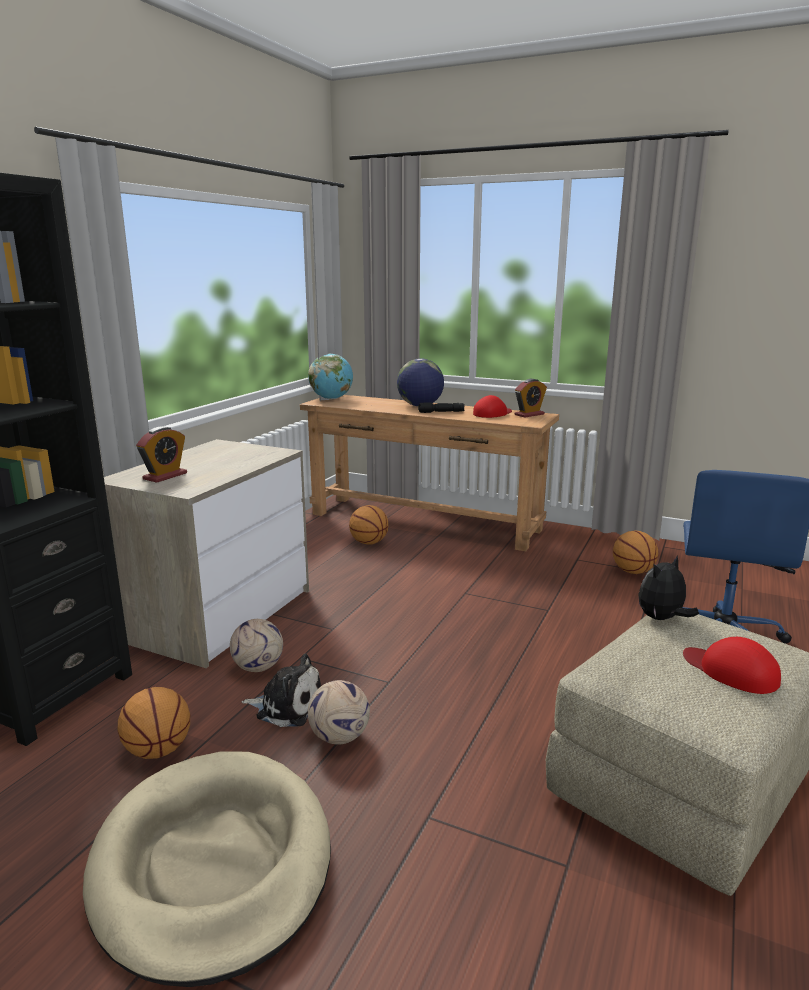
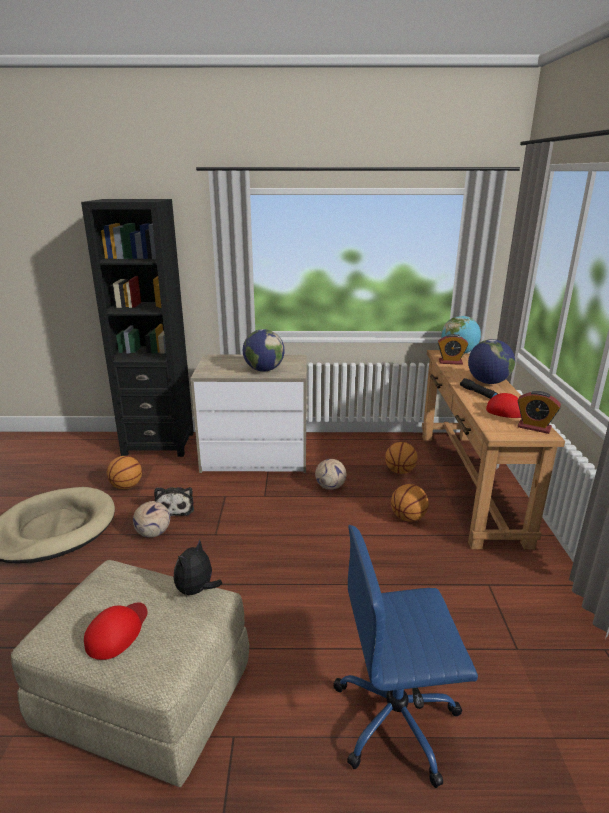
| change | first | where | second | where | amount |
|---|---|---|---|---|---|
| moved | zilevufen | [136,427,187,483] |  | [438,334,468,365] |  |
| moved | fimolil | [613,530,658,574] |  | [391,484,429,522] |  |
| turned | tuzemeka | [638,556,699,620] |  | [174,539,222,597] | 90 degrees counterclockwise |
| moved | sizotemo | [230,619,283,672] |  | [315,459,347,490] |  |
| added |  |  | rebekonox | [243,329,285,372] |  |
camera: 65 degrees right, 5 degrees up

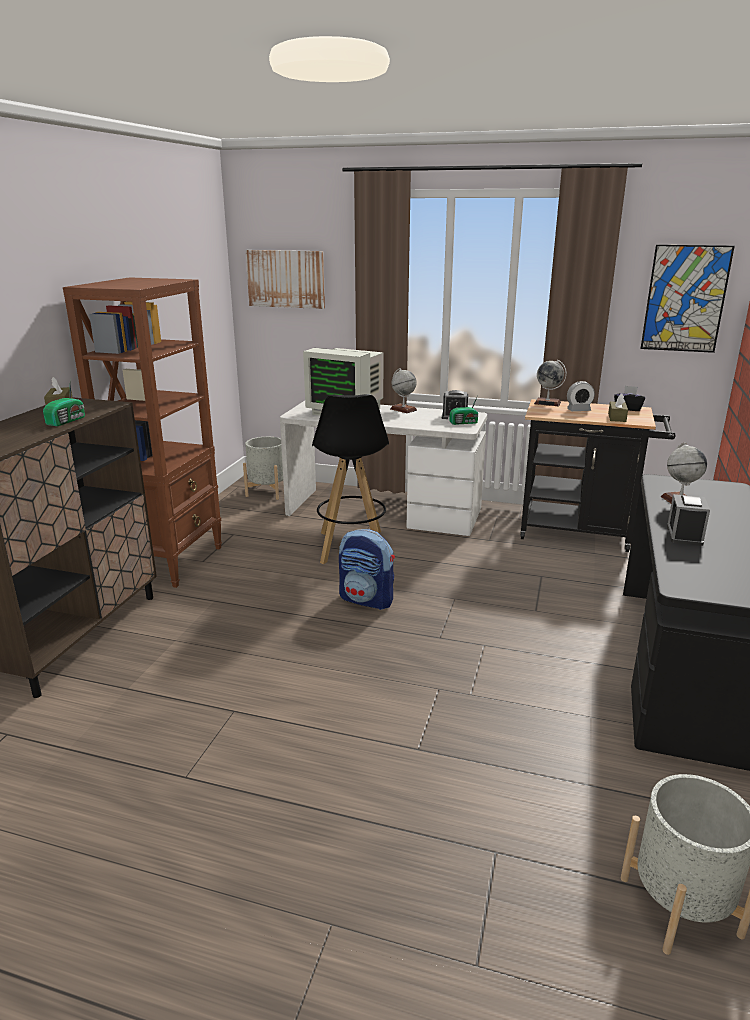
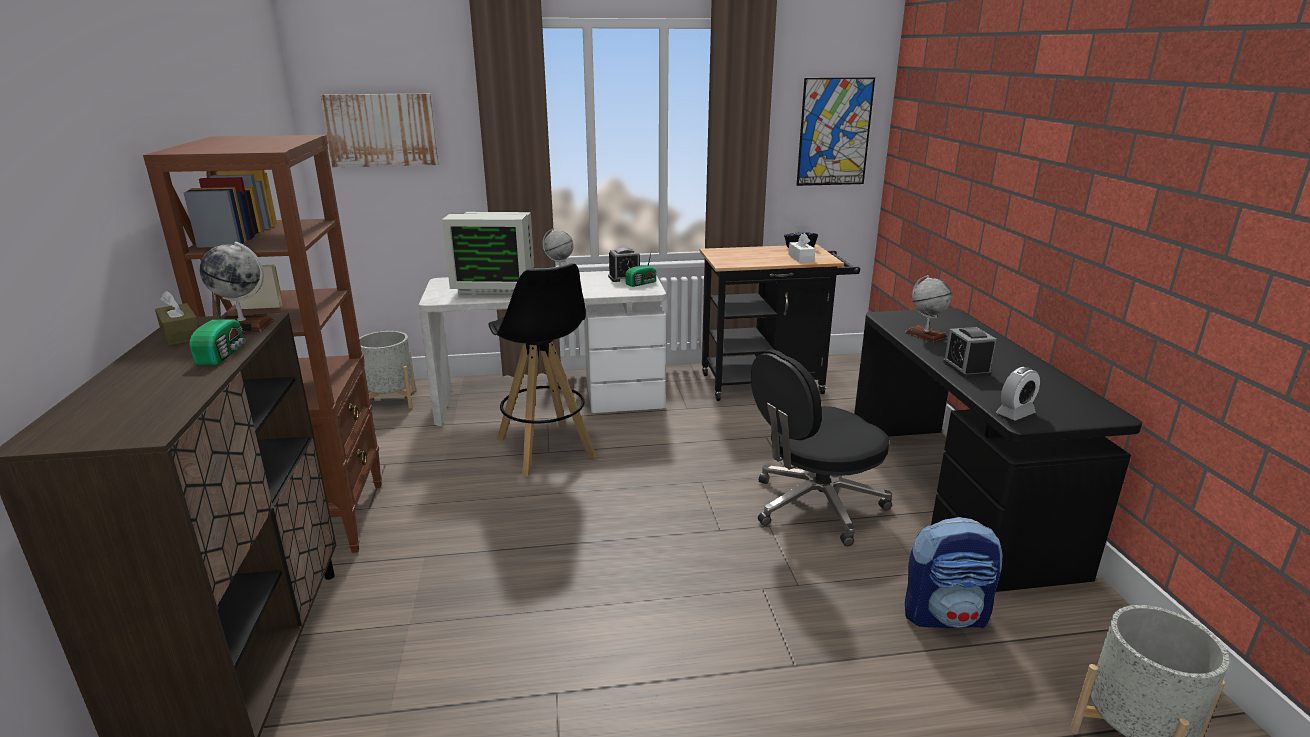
| change | first | where | second | where | amount |
|---|---|---|---|---|---|
| moved | rebekonox | [534,360,567,406] |  | [199,242,274,332] |  |
| moved | zilevufen | [567,381,595,411] |  | [996,367,1040,420] |  |
| recoloured | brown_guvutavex | [608,394,628,422] | white_guvutavex | [788,233,815,263] |  |
| moved | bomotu | [339,529,395,610] |  | [905,517,1003,629] |  |
| added |  |  | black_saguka | [751,349,892,546] |  |
camera: 25 degrees left, 0 degrees up

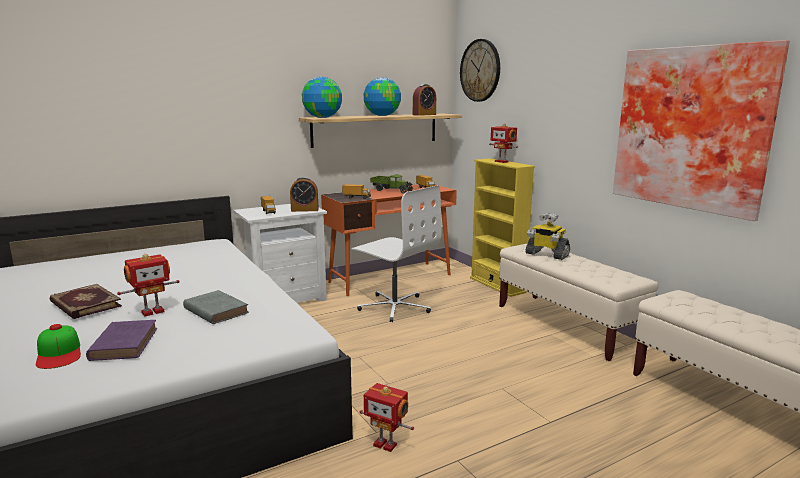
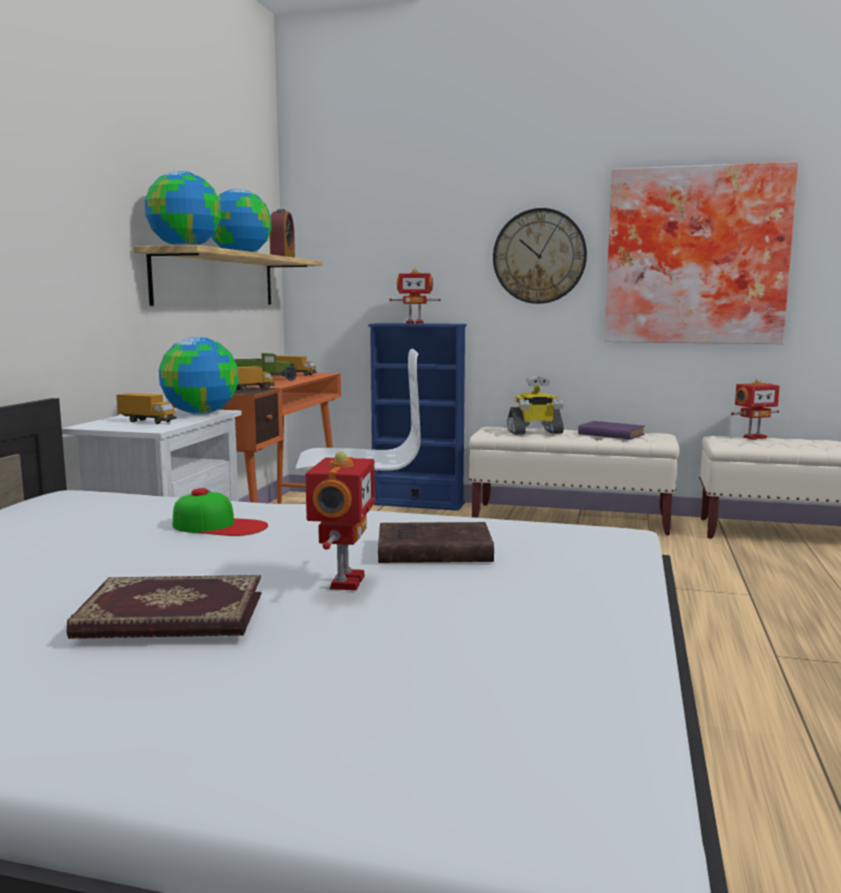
| change | first | where | second | where | amount |
|---|---|---|---|---|---|
| moved | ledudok | [460,39,500,102] |  | [493,208,587,304] |  |
| recoloured | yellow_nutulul | [470,158,535,297] | blue_nutulul | [368,323,467,511] |  |
| replaced | zilevufen | [290,177,319,212] | rebekonox | [159,337,238,415] |  |
| recoloured | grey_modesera | [183,290,249,324] | brown_modesera | [378,522,494,563] |  |
| moved | purple_modesera | [86,320,157,361] |  | [578,421,645,440] |  |
| moved | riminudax | [36,324,81,369] |  | [173,488,268,536] |  |
| moved | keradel | [360,383,414,452] |  | [731,379,780,439] |  |
camera: 45 degrees left, 5 degrees down

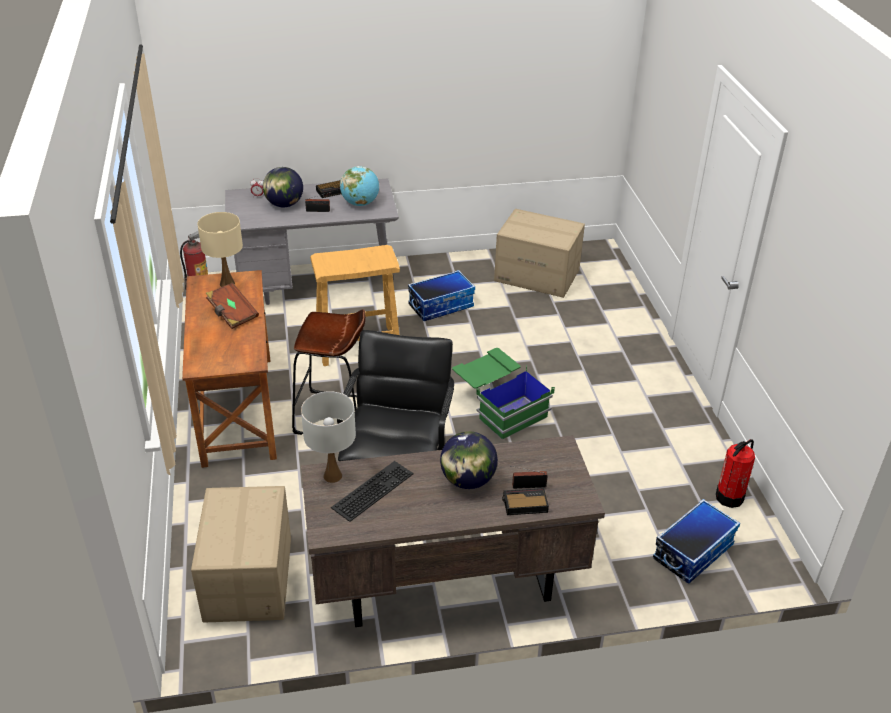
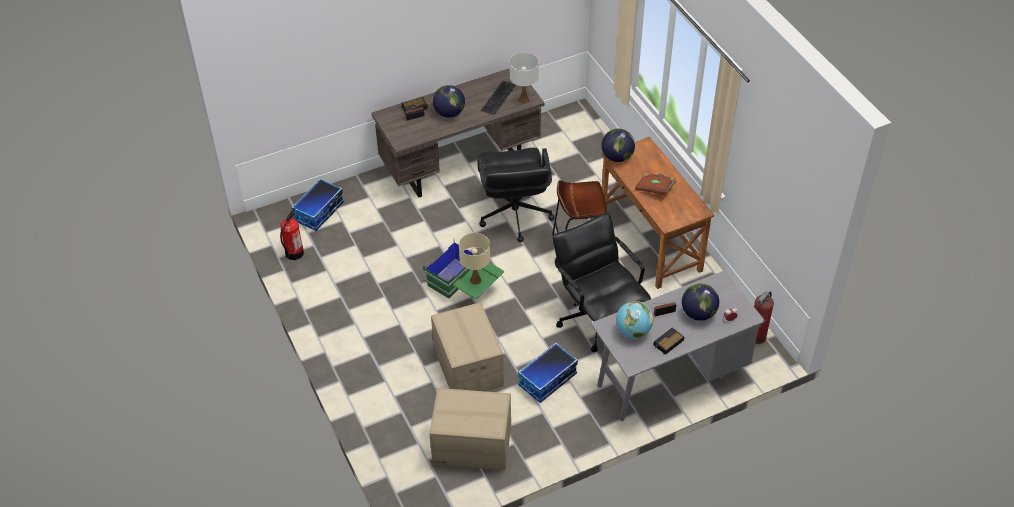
| change | first | where | second | where | amount |
|---|---|---|---|---|---|
| moved | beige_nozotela | [197,212,243,287] |  | [459,233,490,285] |  |
| replaced | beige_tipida | [310,245,400,366] | black_saguka | [552,212,651,352] |  |
| moved | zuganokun | [191,486,291,623] |  | [431,302,504,391] |  |
| added |  |  | rebekonox | [602,129,635,162] |  |
camera: 165 degrees right, 10 degrees up

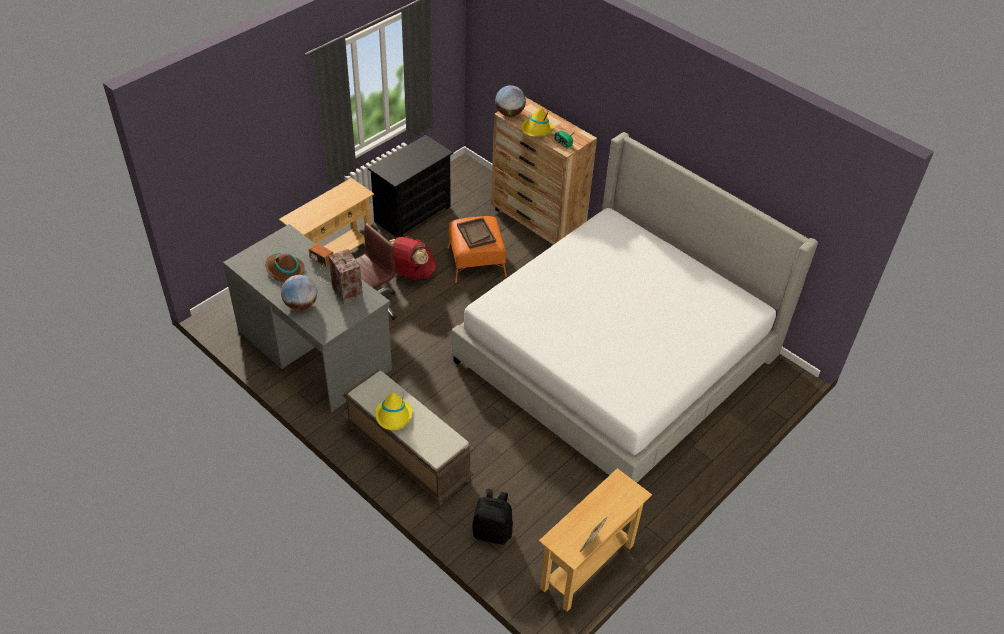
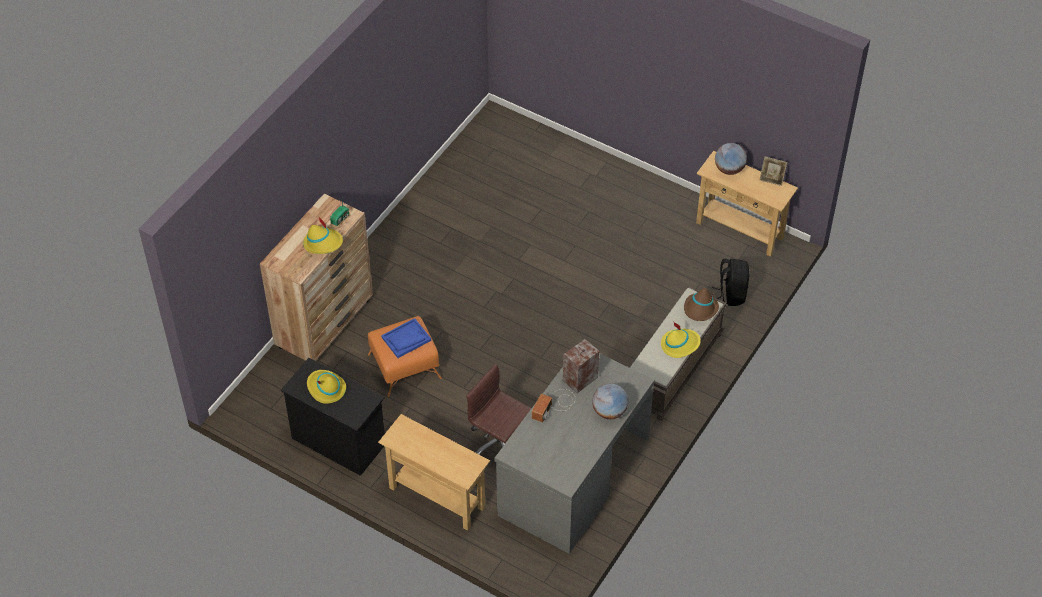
| change | first | where | second | where | amount |
|---|---|---|---|---|---|
| moved | rebekonox | [495,85,526,117] |  | [715,143,747,175] |  |
| removed | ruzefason | [452,132,818,483] |  |  |  |
| recoloured | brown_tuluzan | [457,217,496,249] | blue_tuluzan | [381,318,431,358] |  |
| removed | red_bomotu | [389,236,437,280] |  |  |  |
| moved | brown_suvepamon | [265,253,305,282] |  | [684,288,719,321] |  |
| added |  |  | yellow_suvepamon | [307,370,346,404] |  |
camera: 100 degrees left, 5 degrees up

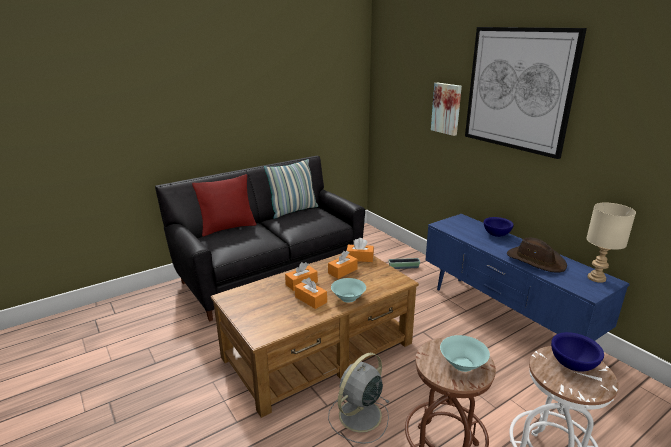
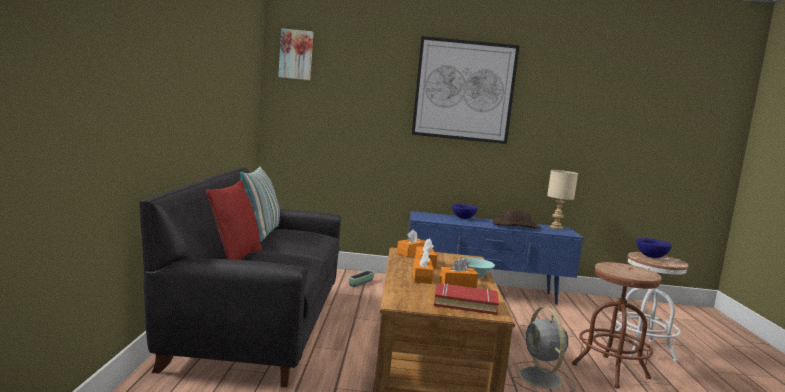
| change | first | where | second | where | amount |
|---|---|---|---|---|---|
| moved | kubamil | [431,83,462,136] |  | [278,28,314,80] |  |
| removed | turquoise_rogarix | [440,335,490,372] |  |  |  |
| added |  |  | red_modesera | [434,283,499,315] |  |
camera: 55 degrees left, 15 degrees down

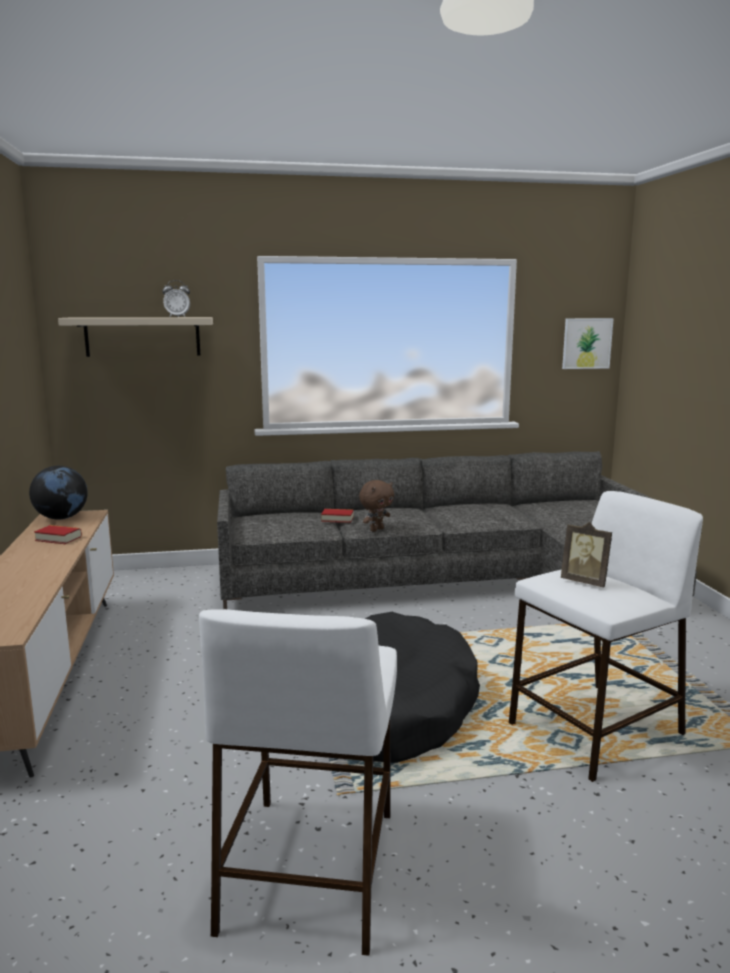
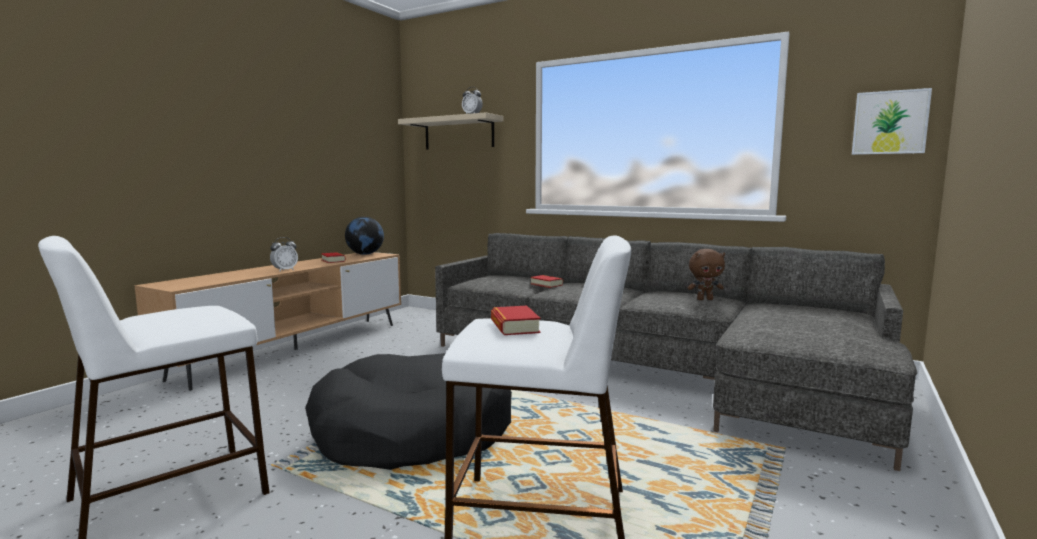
| change | first | where | second | where | amount |
|---|---|---|---|---|---|
| moved | brown_tuzemeka | [359,480,394,532] |  | [688,249,725,300] |  |
| replaced | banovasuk | [561,522,612,587] | modesera | [491,306,541,335] |  |
| added |  |  | zilevufen | [270,237,298,272] |  |
camera: 40 degrees right, 5 degrees down

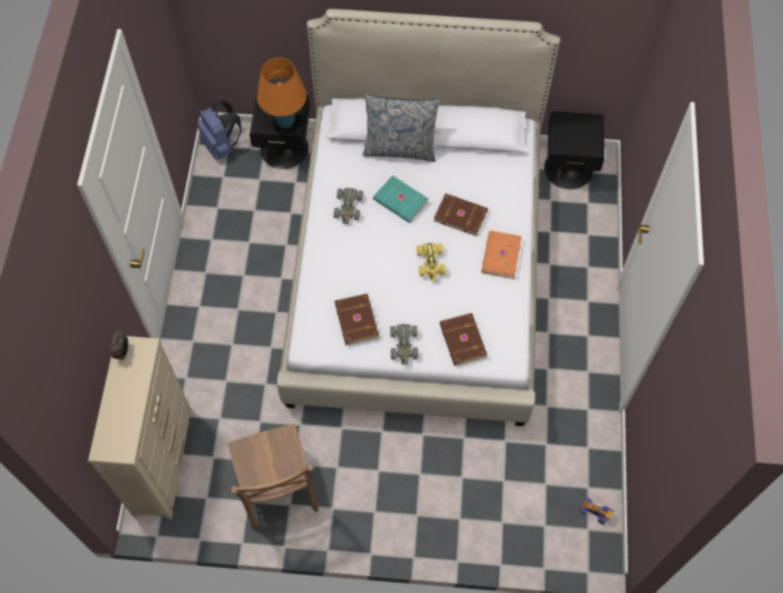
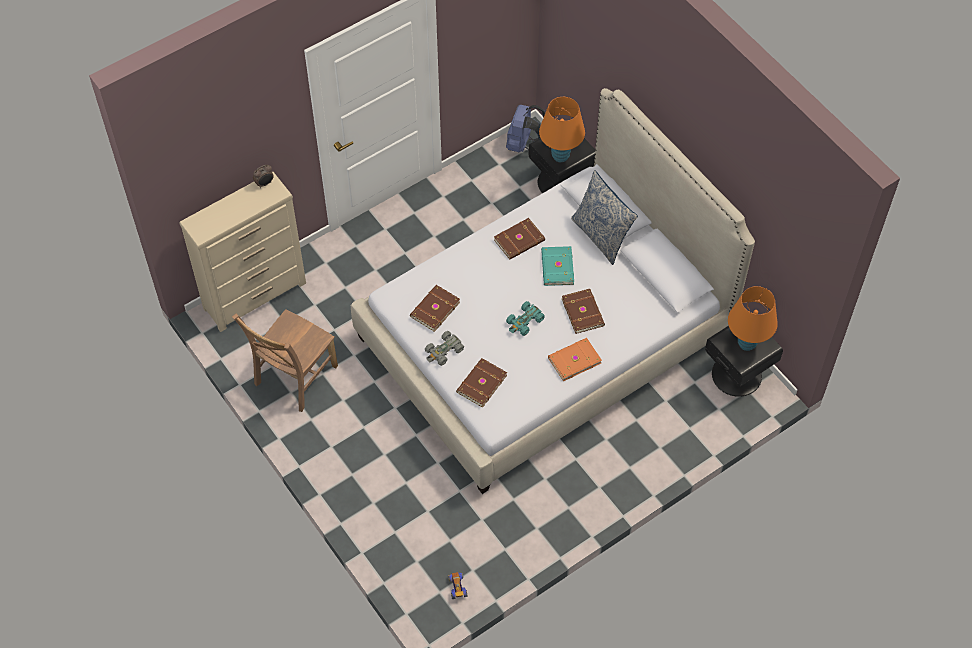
| change | first | where | second | where | amount |
|---|---|---|---|---|---|
| replaced | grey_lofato | [334,188,363,224] | brown_modesera | [494,218,545,259] |  |
| recoloured | yellow_lofato | [416,243,446,281] | turquoise_lofato | [506,301,545,336] |  |
| added |  |  | orange_nozotela | [728,286,778,351] |  |
camera: 50 degrees right, 5 degrees down

